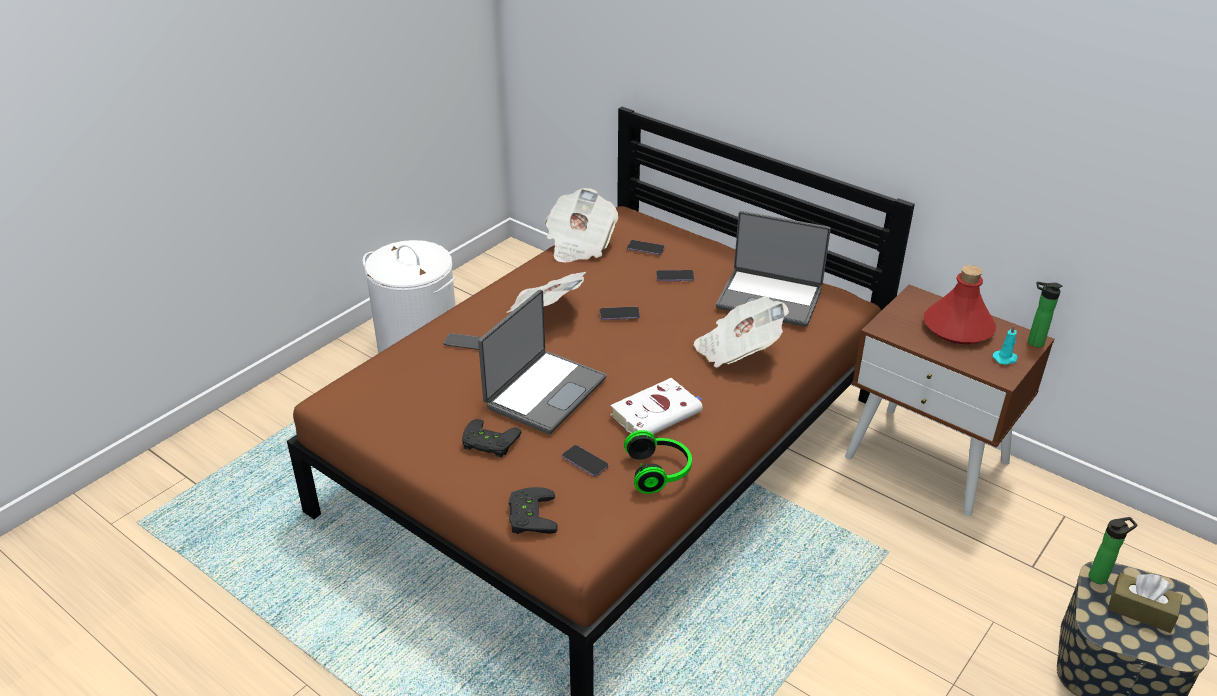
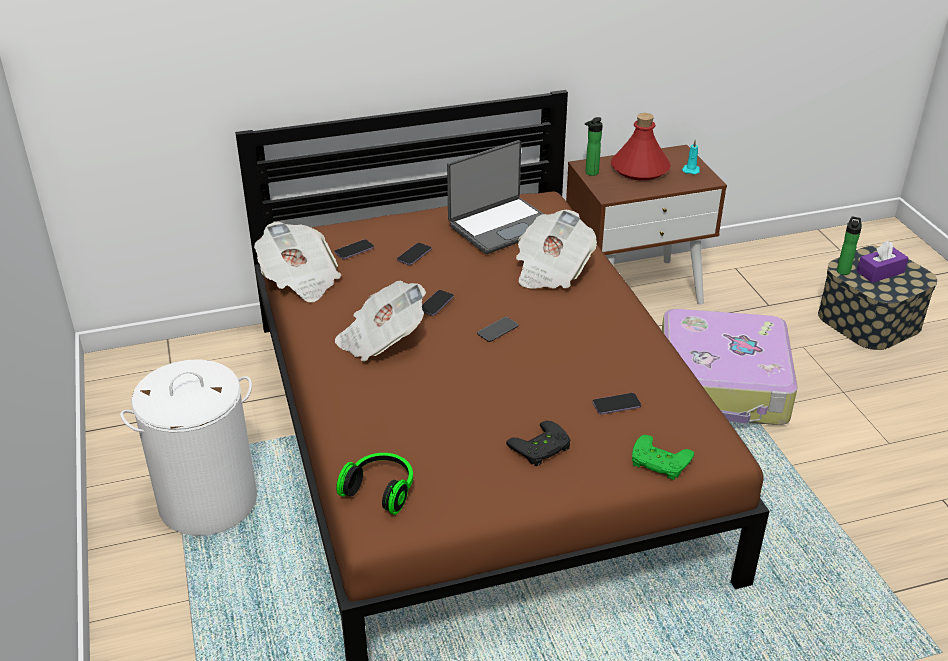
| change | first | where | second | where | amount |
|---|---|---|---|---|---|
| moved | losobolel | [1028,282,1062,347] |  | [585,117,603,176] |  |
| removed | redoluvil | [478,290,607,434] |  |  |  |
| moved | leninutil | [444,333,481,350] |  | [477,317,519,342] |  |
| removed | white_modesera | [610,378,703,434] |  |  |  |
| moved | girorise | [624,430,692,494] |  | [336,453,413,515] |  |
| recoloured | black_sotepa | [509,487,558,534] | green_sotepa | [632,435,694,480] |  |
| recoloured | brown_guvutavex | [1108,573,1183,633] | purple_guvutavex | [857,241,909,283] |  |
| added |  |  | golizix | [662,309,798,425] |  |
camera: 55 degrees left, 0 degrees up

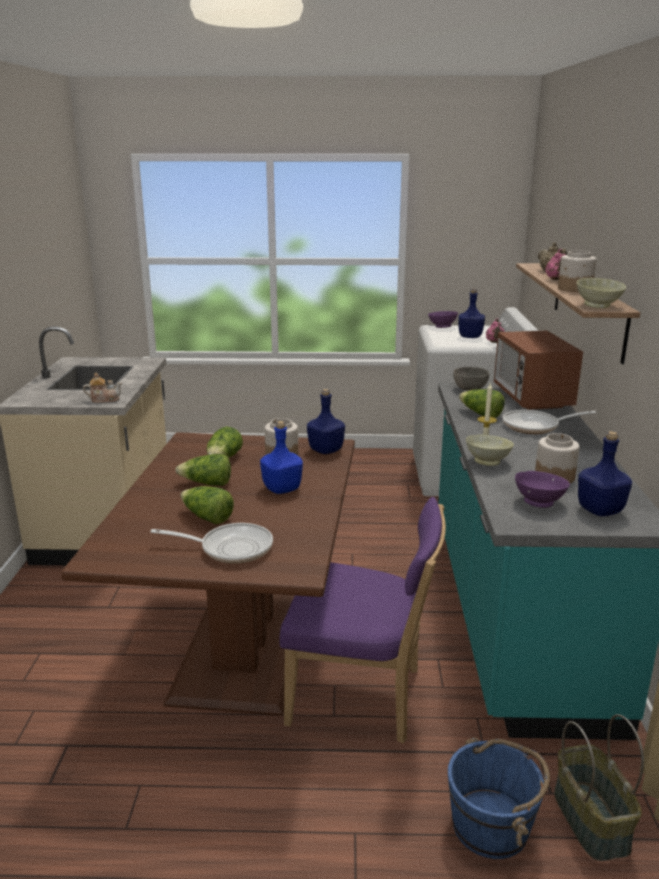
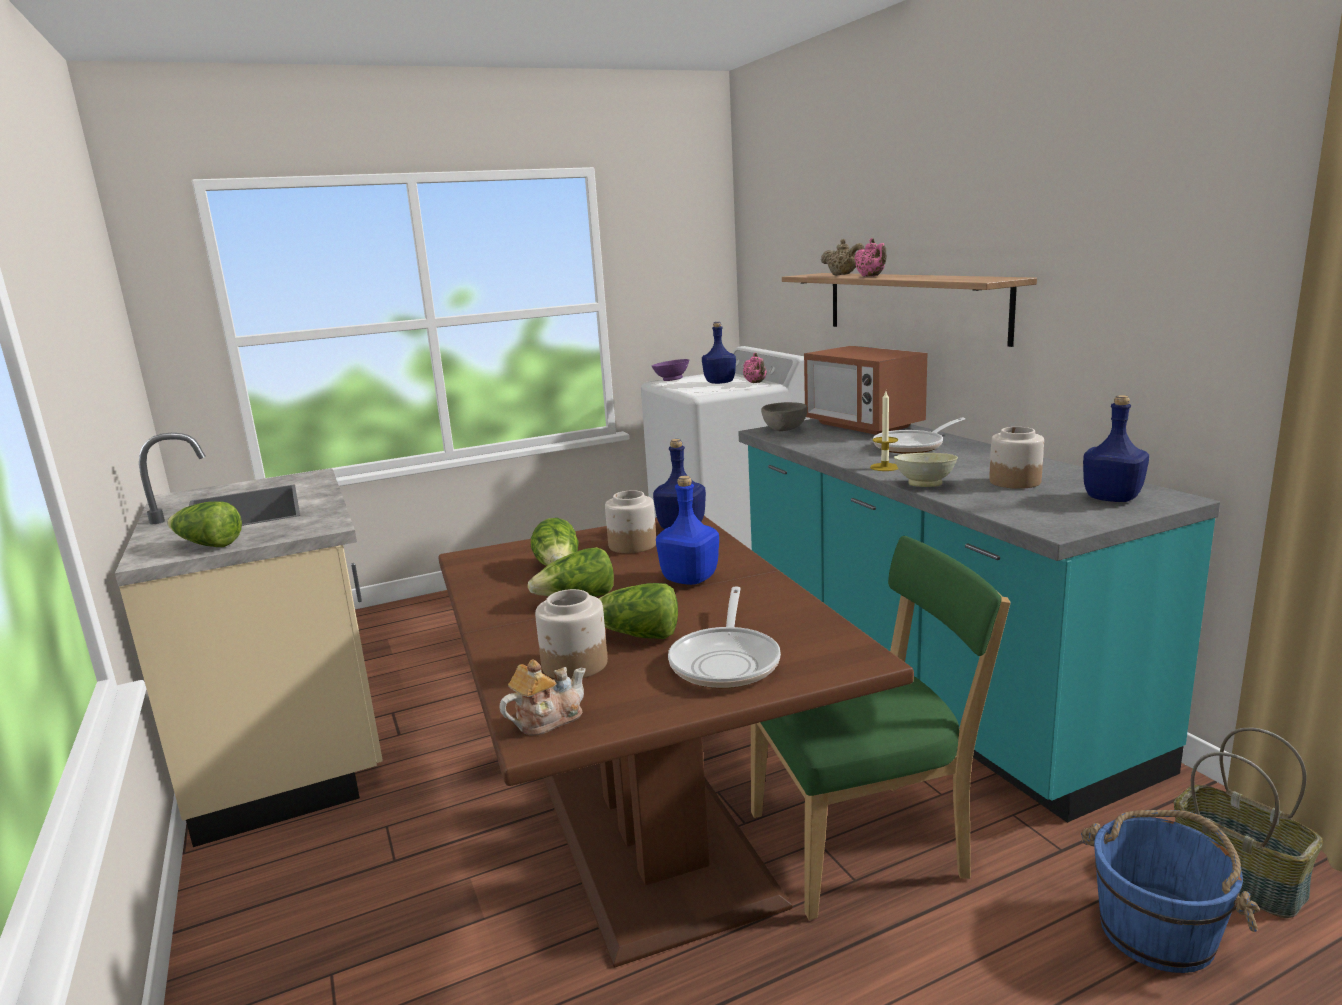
| change | first | where | second | where | amount |
|---|---|---|---|---|---|
| moved | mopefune | [558,251,597,292] |  | [535,589,608,679] |  |
| removed | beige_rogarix | [576,278,626,308] |  |  |  |
| moved | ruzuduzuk | [83,372,122,403] |  | [500,660,586,736] |  |
| moved | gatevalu | [459,389,505,418] |  | [167,502,242,547] |  |
| removed | purple_rogarix | [515,471,570,508] |  |  |  |
| recoloured | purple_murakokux | [279,497,446,744] | green_murakokux | [751,536,1011,920] |  |
| turned | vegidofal | [150,523,273,564] |  | [668,587,781,688] | 120 degrees clockwise |
camera: 25 degrees left, 5 degrees down

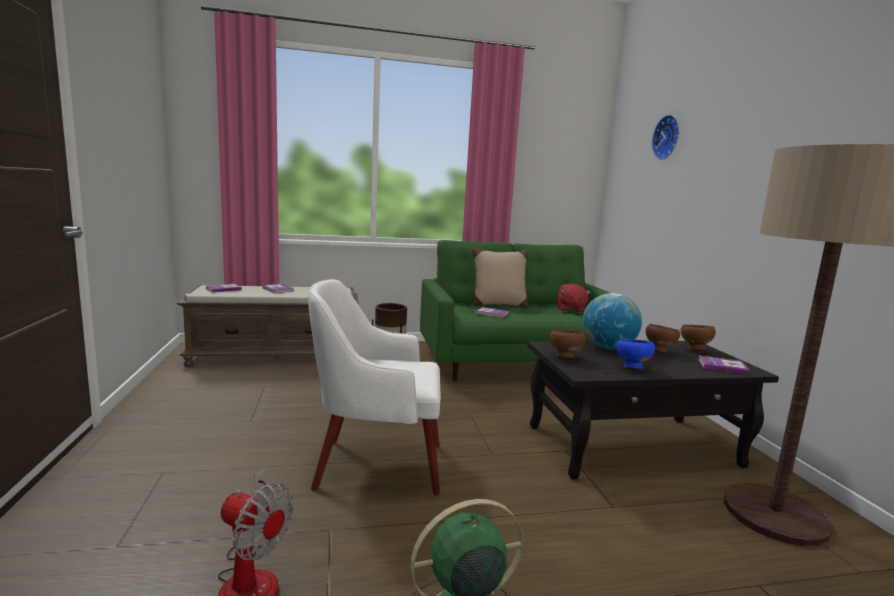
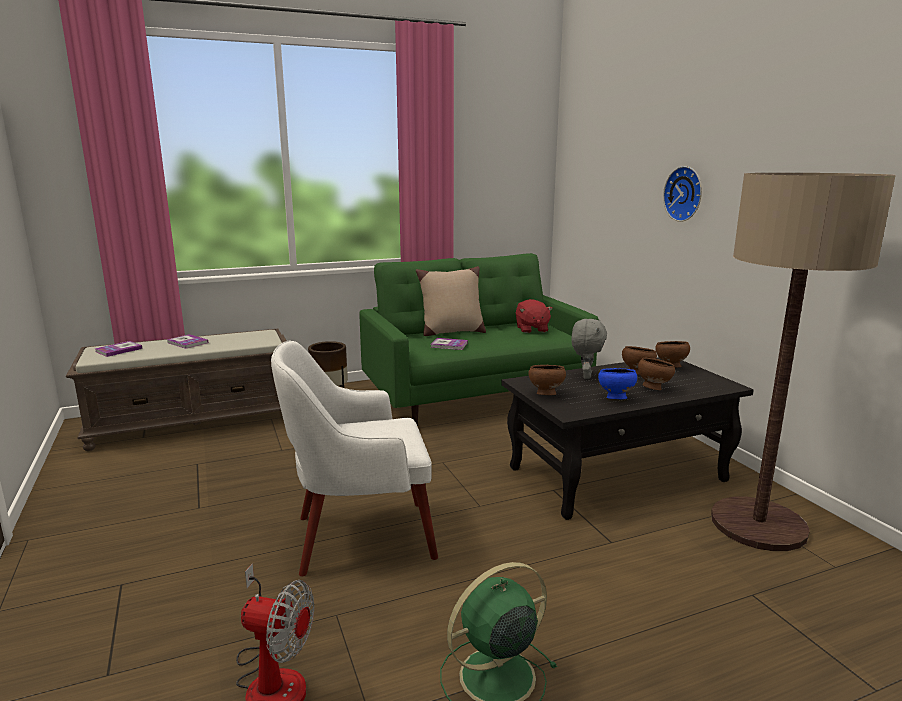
| change | first | where | second | where | amount |
|---|---|---|---|---|---|
| moved | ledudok | [652,115,679,160] |  | [663,166,702,222] |  |
| replaced | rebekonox | [583,293,642,349] | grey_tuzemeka | [571,319,607,379] |  |
| removed | modesera | [698,355,750,374] |  |  |  |
| added |  |  | brown_rogarix | [638,358,675,390] |  |
camera: 10 degrees left, 5 degrees up

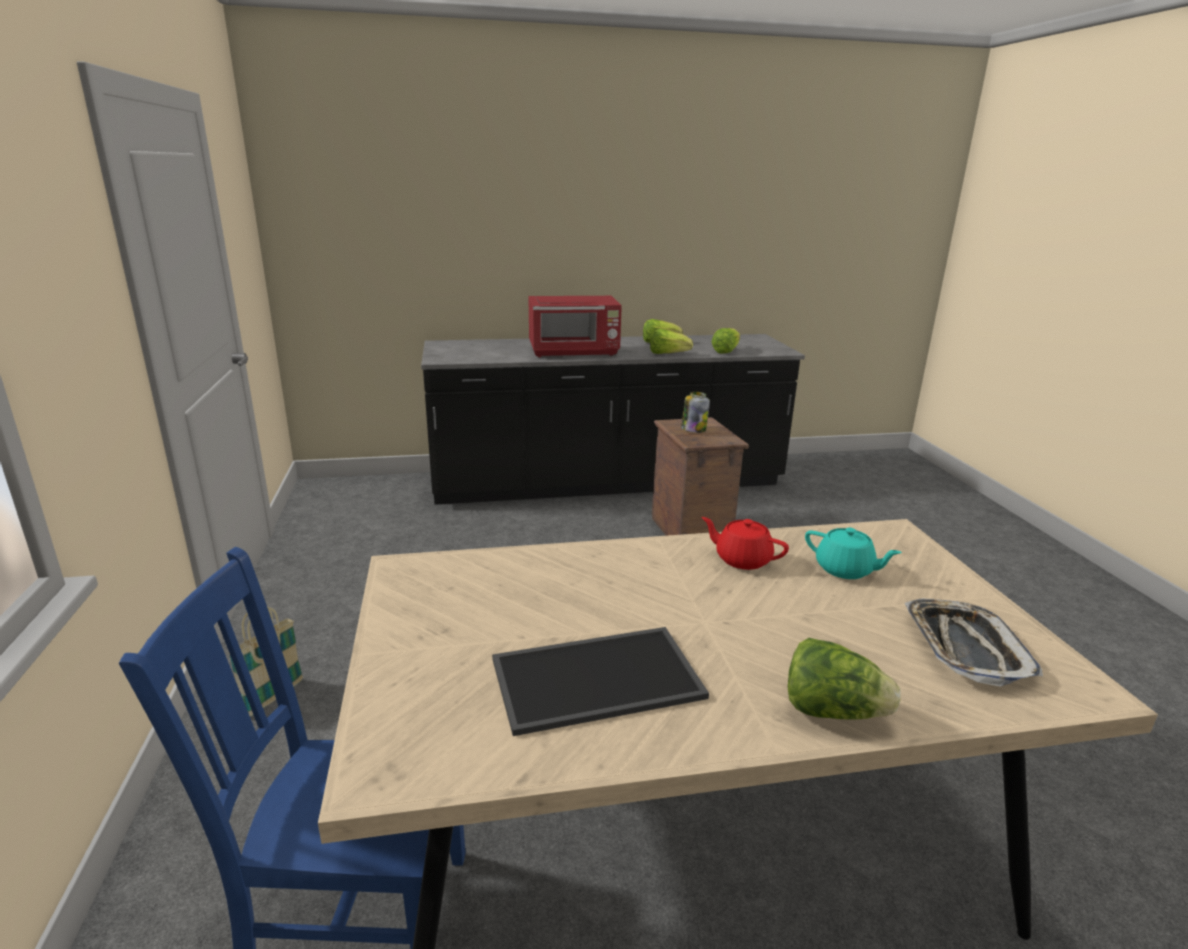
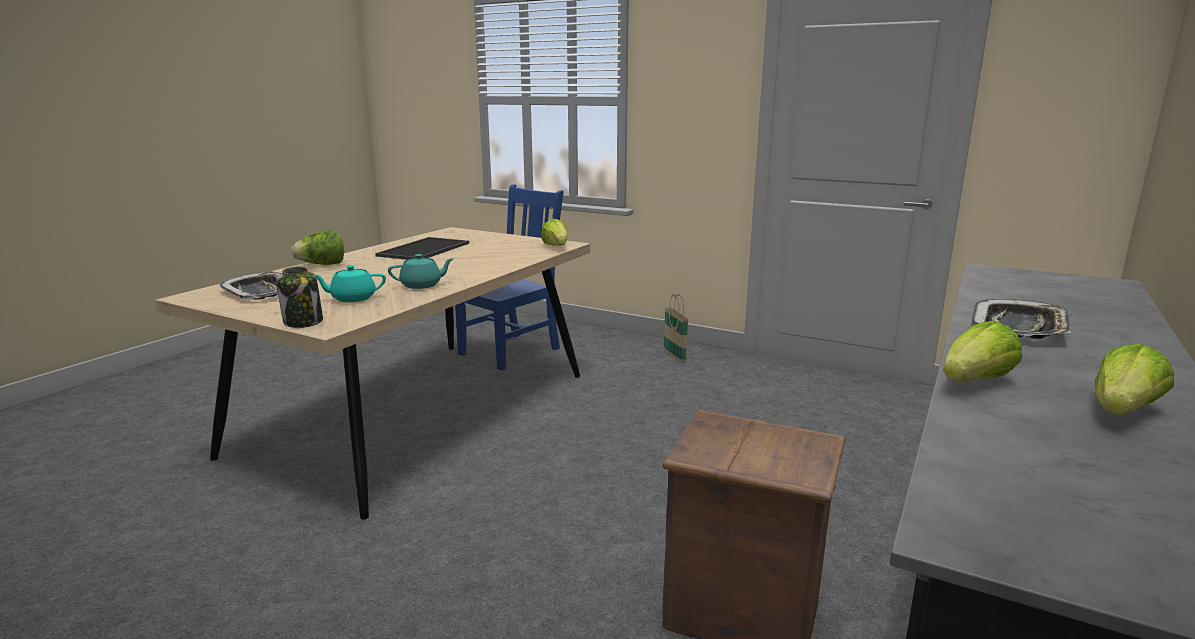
| change | first | where | second | where | amount |
|---|---|---|---|---|---|
| replaced | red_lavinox | [528,296,622,357] | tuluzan | [972,299,1071,339] |  |
| moved | gatevalu | [712,328,740,354] |  | [541,219,568,246] |  |
| moved | mopefune | [681,392,710,433] |  | [276,267,323,328] |  |
| recoloured | red_ruzuduzuk | [702,517,789,570] | turquoise_ruzuduzuk | [388,254,454,289] |  |
camera: 130 degrees right, 5 degrees down

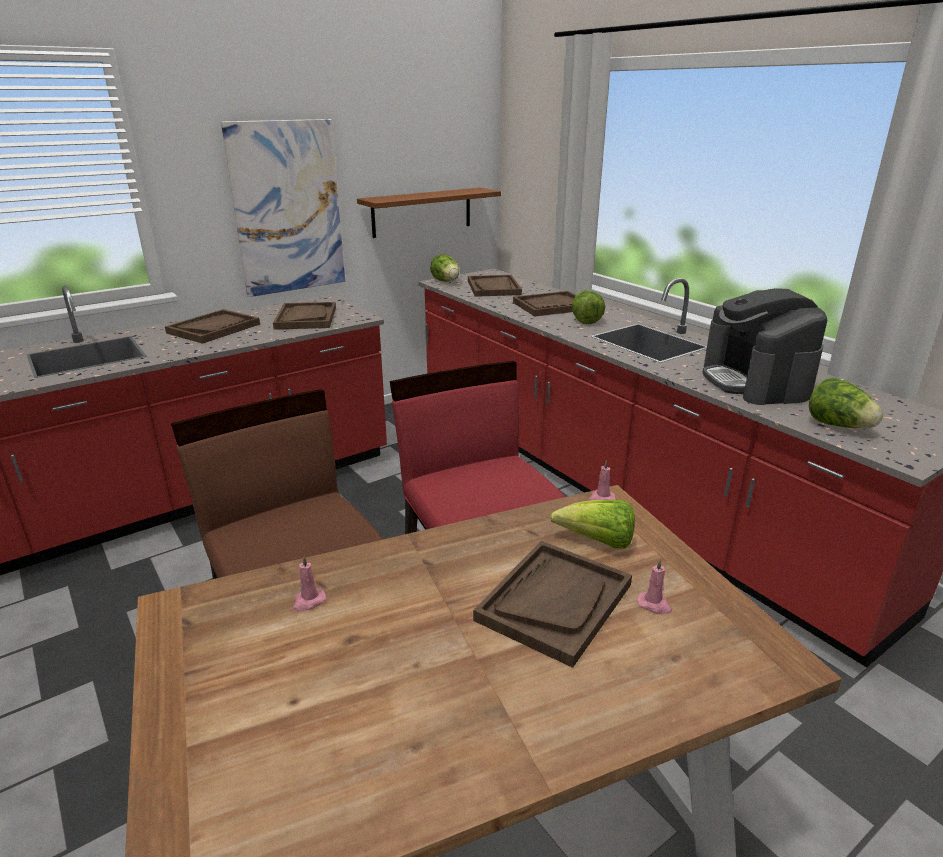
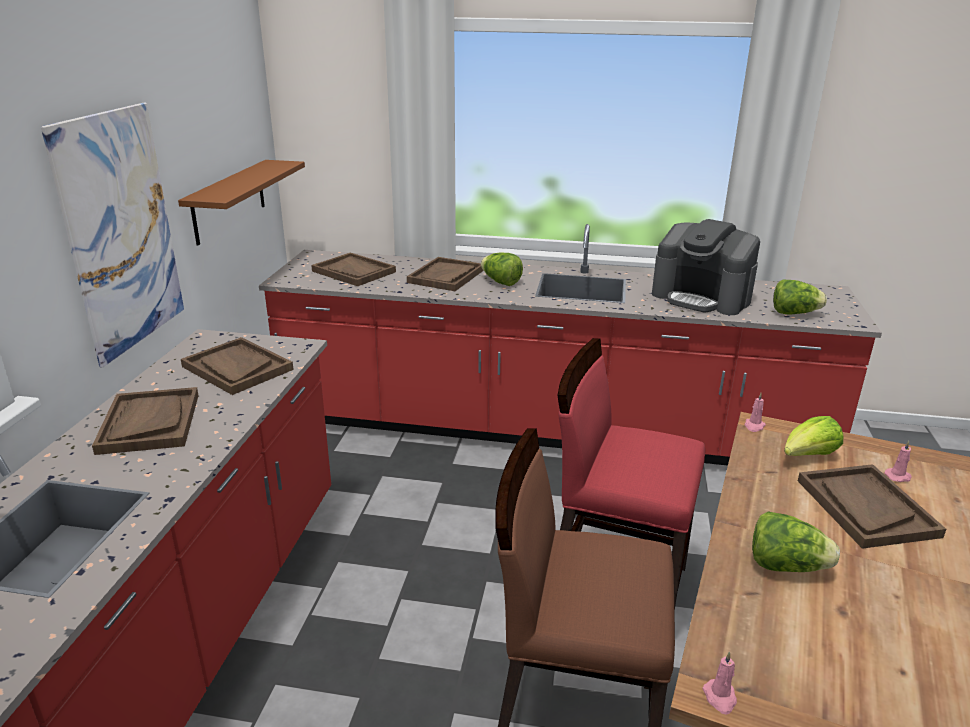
| change | first | where | second | where | amount |
|---|---|---|---|---|---|
| moved | gatevalu | [430,254,459,282] |  | [752,512,840,572] |  |
| moved | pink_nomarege | [293,555,326,611] |  | [702,651,737,715] |  |
camera: 45 degrees left, 0 degrees up

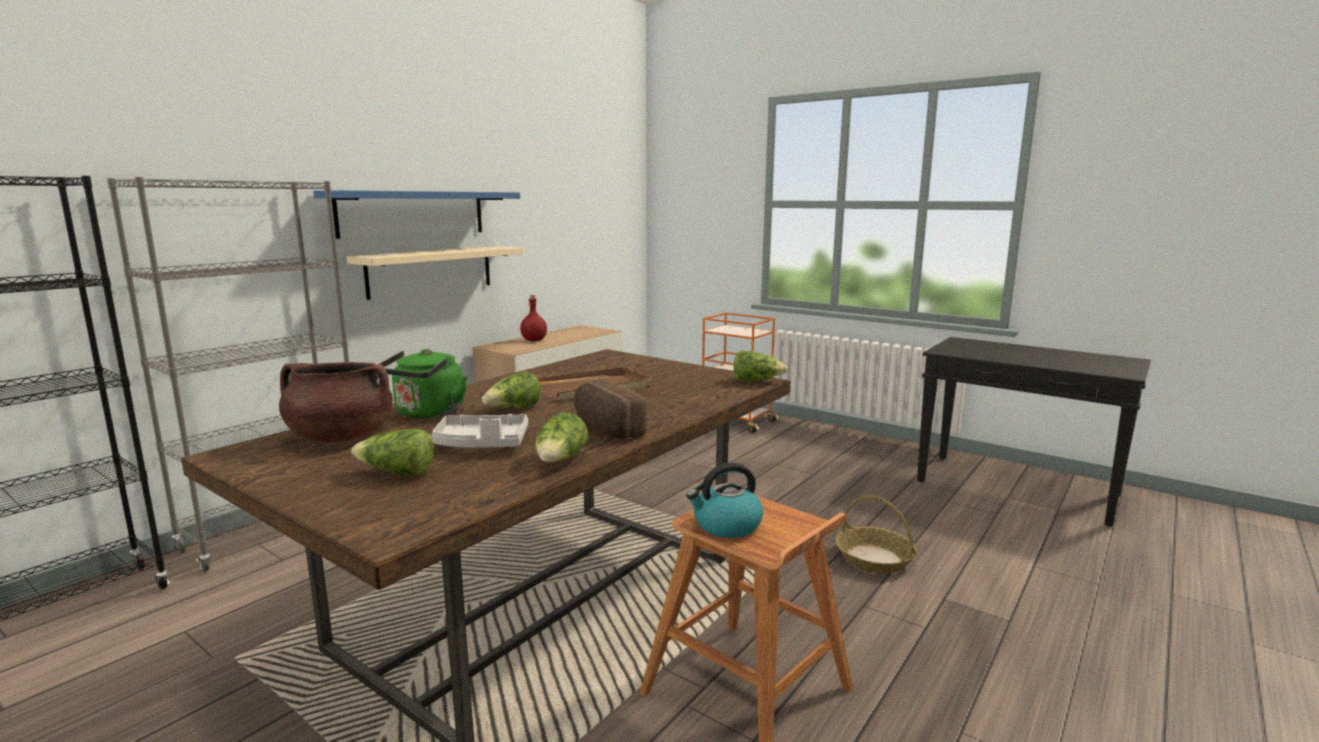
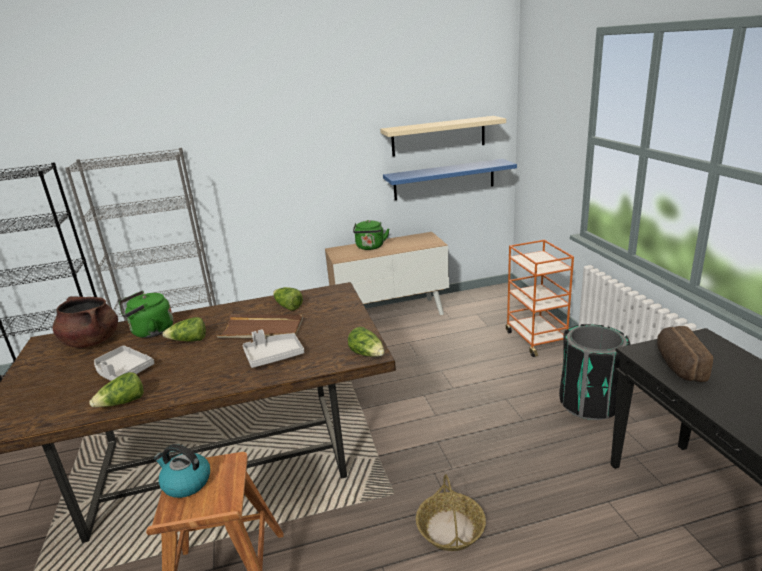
| change | first | where | second | where | amount |
|---|---|---|---|---|---|
| moved | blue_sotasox | [313,190,520,239] |  | [383,159,517,200] |  |
| moved | beige_sotasox | [346,246,523,300] |  | [380,116,506,157] |  |
| replaced | red_losobolel | [520,295,547,341] | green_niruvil | [353,220,389,250] |  |
| moved | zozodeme | [574,379,647,439] |  | [657,326,713,382] |  |
| moved | gatevalu | [351,429,434,476] |  | [273,287,303,310] |  |
| added |  |  | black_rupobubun | [559,324,630,420] |  |
| added |  |  | grey_tuluzan | [243,330,304,368] |  |
camera: 40 degrees right, 10 degrees up

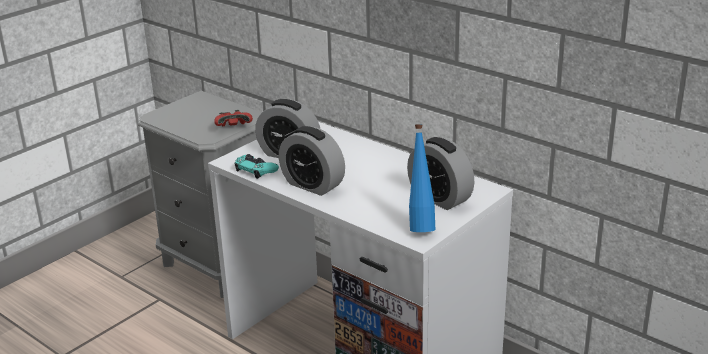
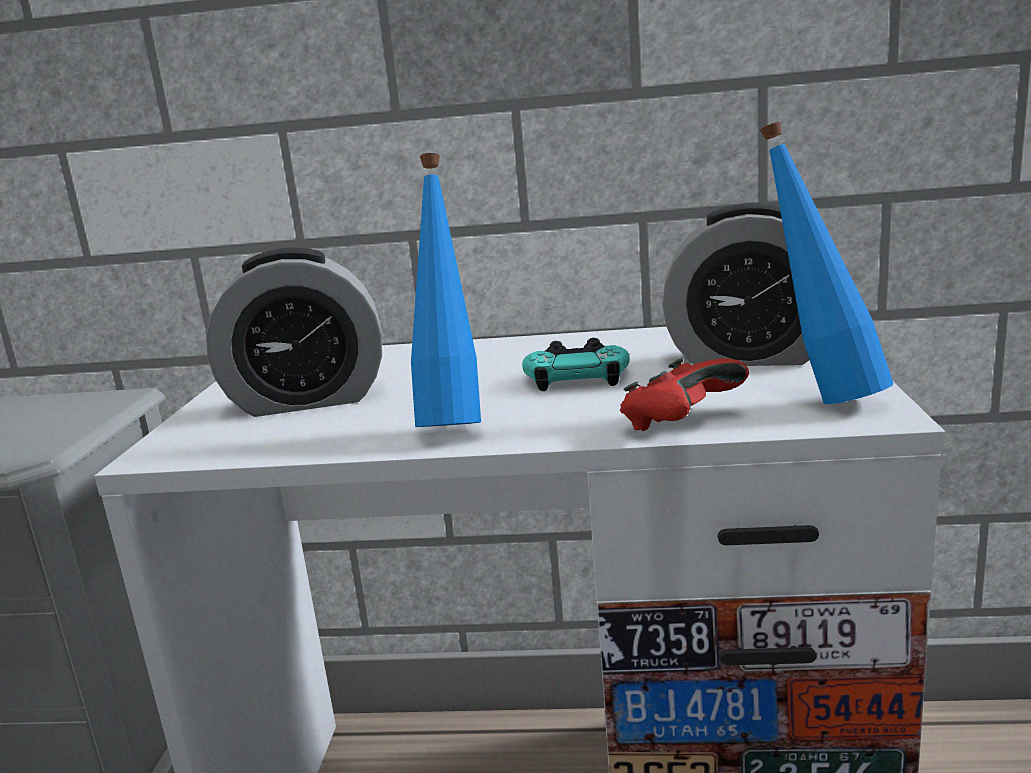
| change | first | where | second | where | amount |
|---|---|---|---|---|---|
| moved | red_sotepa | [214,110,253,126] |  | [620,358,749,431] |  |
| replaced | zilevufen | [279,126,345,196] | blue_losobolel | [411,153,481,427] |  |
| moved | turquoise_sotepa | [235,154,279,179] |  | [522,338,630,391] |  |
camera: 35 degrees left, 10 degrees down

